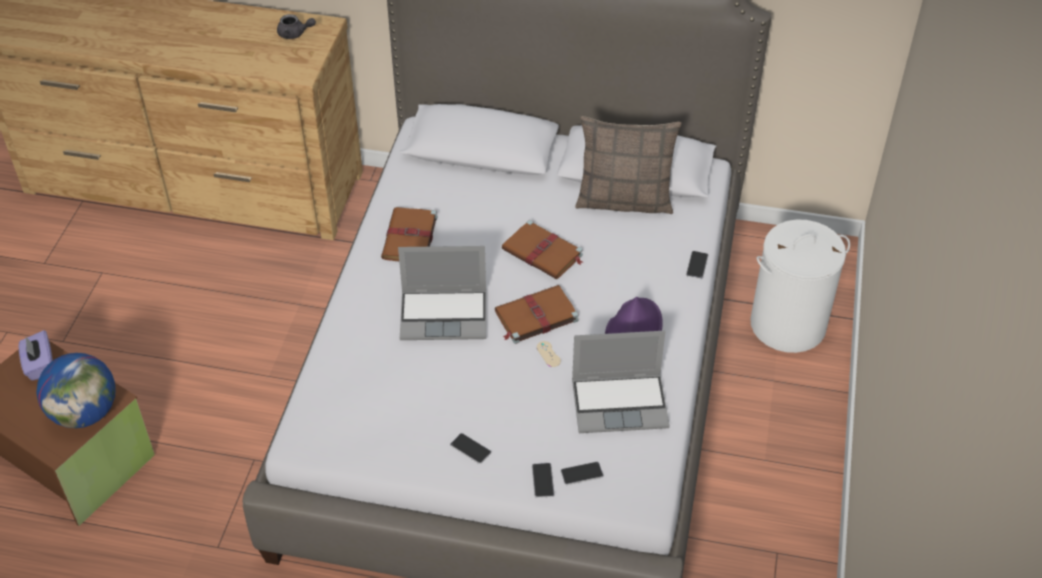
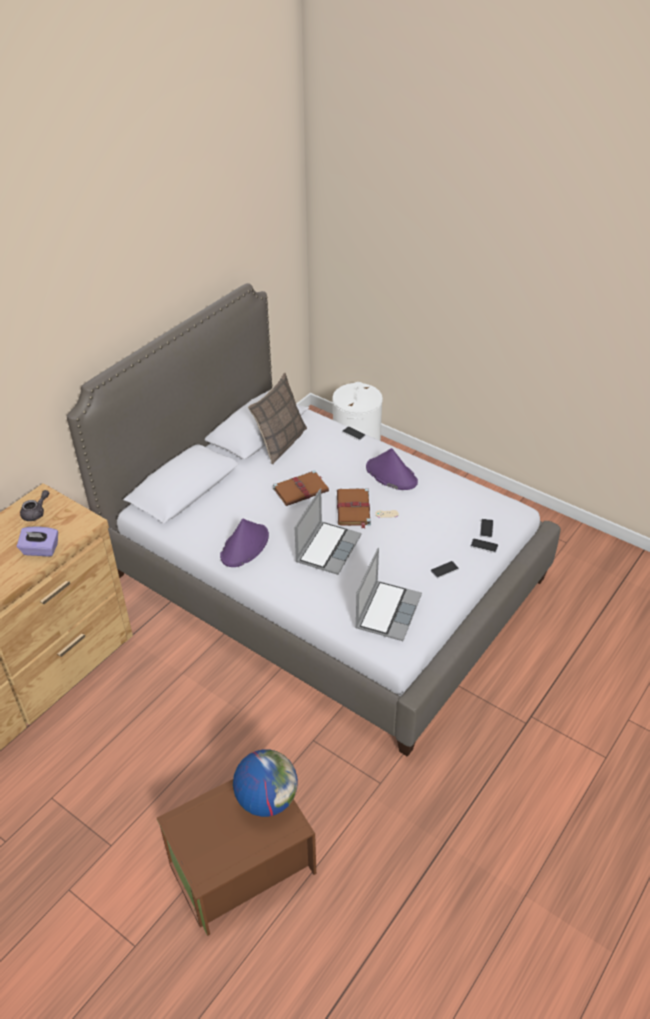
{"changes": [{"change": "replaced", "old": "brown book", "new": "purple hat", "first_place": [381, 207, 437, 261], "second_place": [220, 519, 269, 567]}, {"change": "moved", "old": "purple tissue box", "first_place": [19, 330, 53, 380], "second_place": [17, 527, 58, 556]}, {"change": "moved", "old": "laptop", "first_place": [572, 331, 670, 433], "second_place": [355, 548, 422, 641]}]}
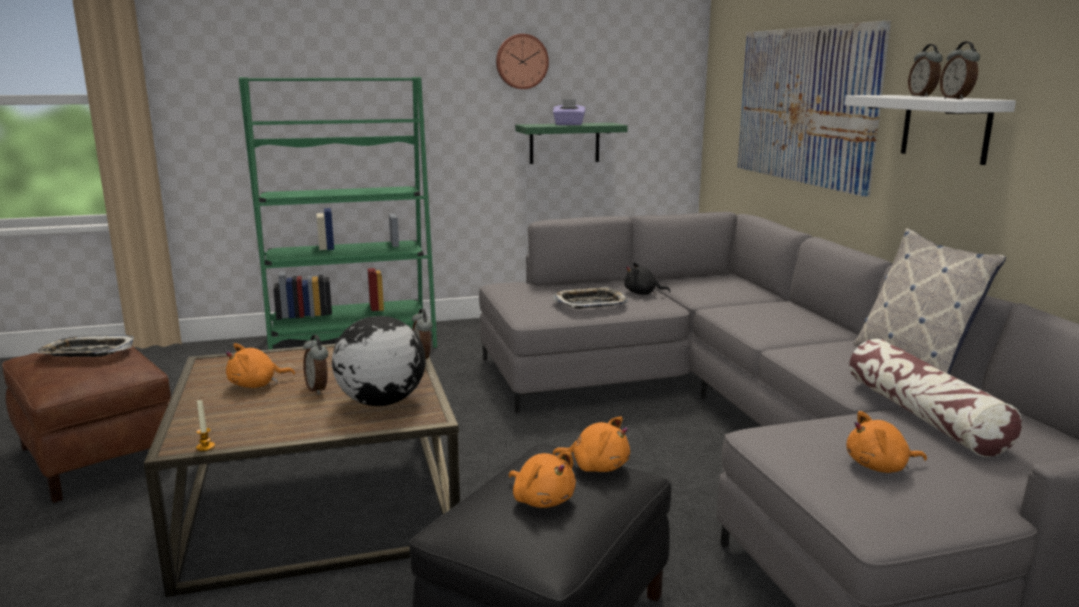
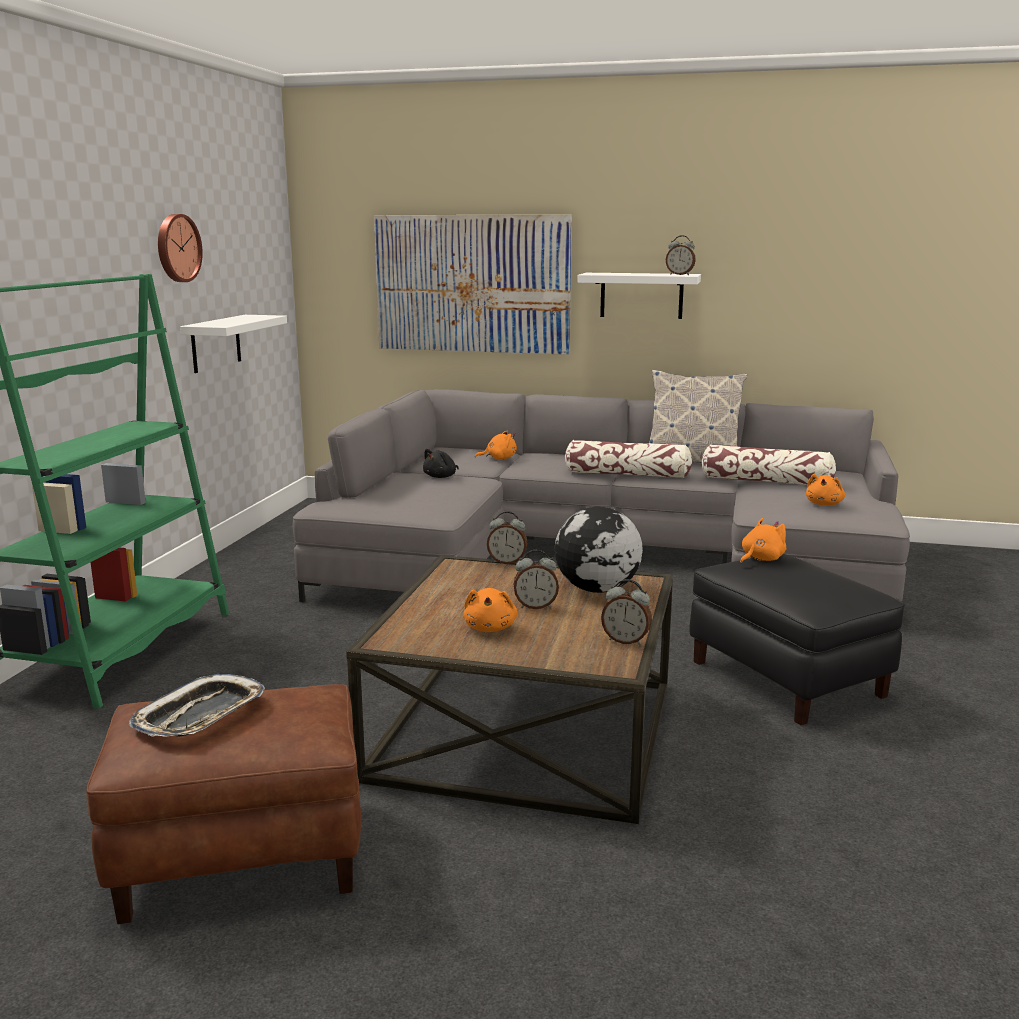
{"changes": [{"change": "moved", "old": "alarm clock", "first_place": [908, 44, 943, 97], "second_place": [601, 579, 652, 645]}, {"change": "removed", "old": "purple tissue box", "first_place": [553, 99, 586, 125]}, {"change": "recoloured", "old": "green shelf", "new": "white shelf", "first_place": [515, 123, 628, 164], "second_place": [180, 315, 287, 373]}, {"change": "removed", "old": "tray", "first_place": [552, 287, 628, 309]}, {"change": "removed", "old": "candle", "first_place": [196, 399, 215, 451]}, {"change": "moved", "old": "orange plush toy", "first_place": [509, 452, 576, 508], "second_place": [475, 430, 517, 459]}, {"change": "added", "new": "pillow", "second_place": [565, 440, 692, 478]}]}
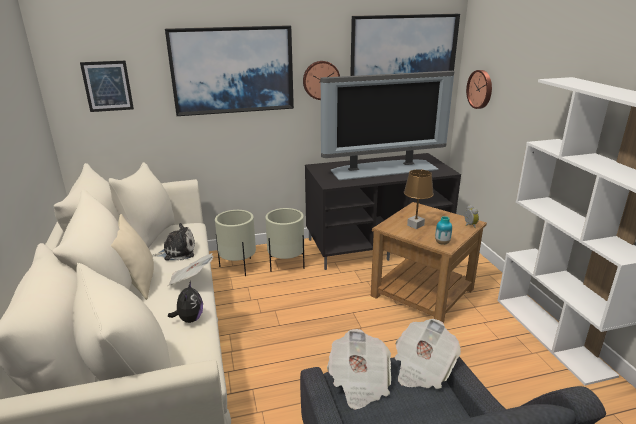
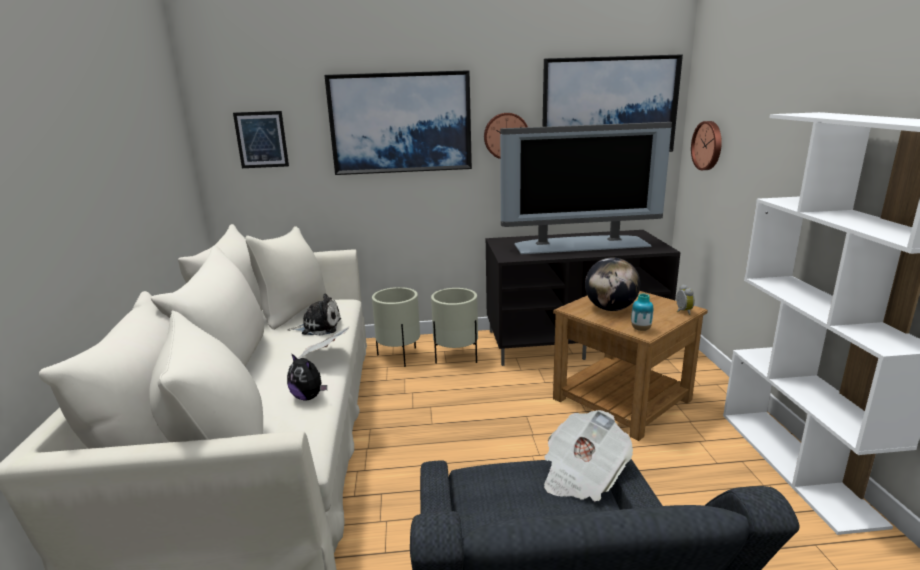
{"changes": [{"change": "replaced", "old": "brown table lamp", "new": "globe", "first_place": [404, 169, 434, 229], "second_place": [585, 257, 640, 311]}, {"change": "removed", "old": "beige pillow", "first_place": [111, 214, 154, 300]}, {"change": "turned", "old": "plush toy", "first_place": [168, 281, 203, 323], "second_place": [287, 353, 327, 401], "degrees": 120}, {"change": "removed", "old": "newspaper", "first_place": [327, 329, 391, 410]}]}
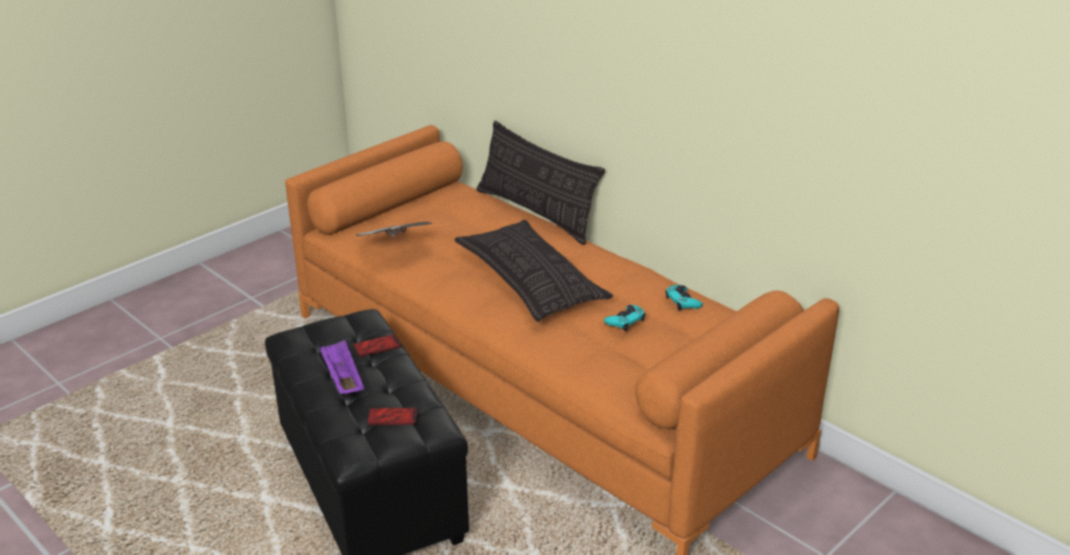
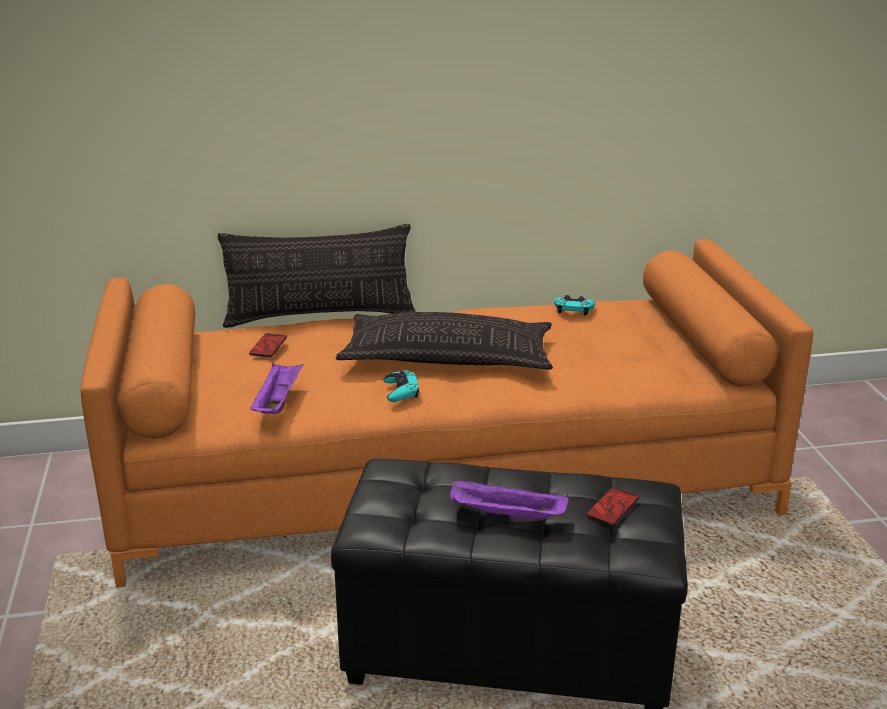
{"changes": [{"change": "replaced", "old": "newspaper", "new": "purple tray", "first_place": [356, 222, 433, 237], "second_place": [250, 363, 303, 414]}, {"change": "moved", "old": "turquoise game controller", "first_place": [604, 305, 645, 331], "second_place": [384, 370, 419, 402]}, {"change": "moved", "old": "phone", "first_place": [353, 334, 401, 357], "second_place": [249, 333, 287, 357]}]}
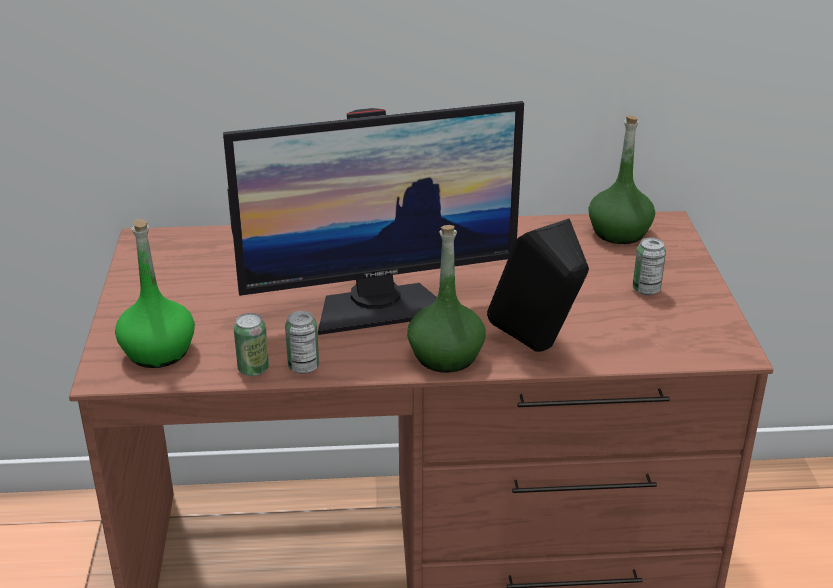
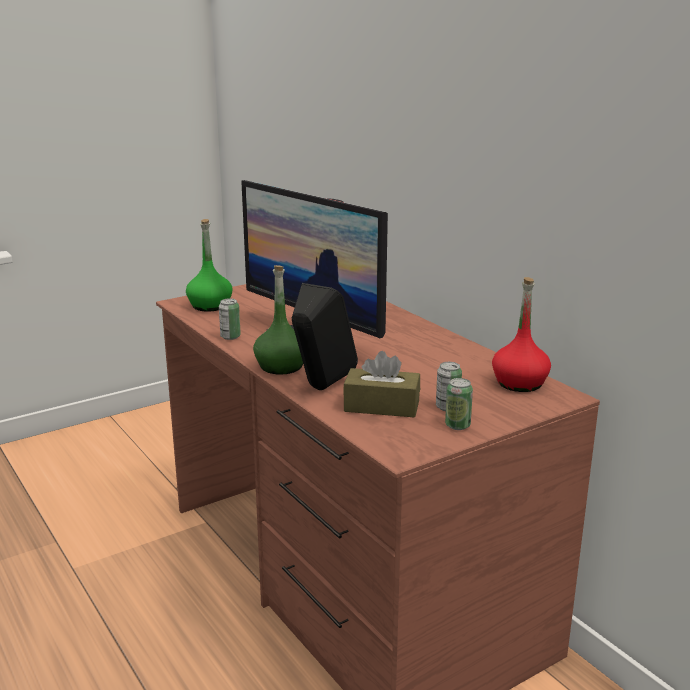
{"changes": [{"change": "recoloured", "old": "green bottle", "new": "red bottle", "first_place": [588, 115, 655, 244], "second_place": [492, 277, 551, 392]}, {"change": "moved", "old": "can", "first_place": [234, 313, 269, 376], "second_place": [445, 378, 473, 430]}, {"change": "added", "new": "brown tissue box", "second_place": [343, 351, 420, 418]}]}
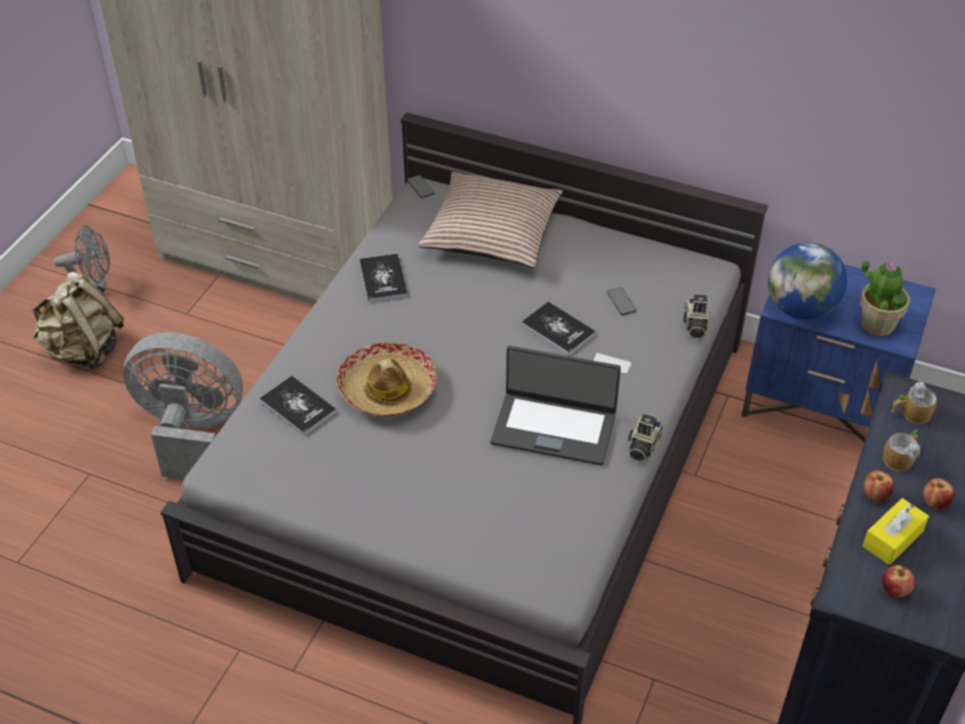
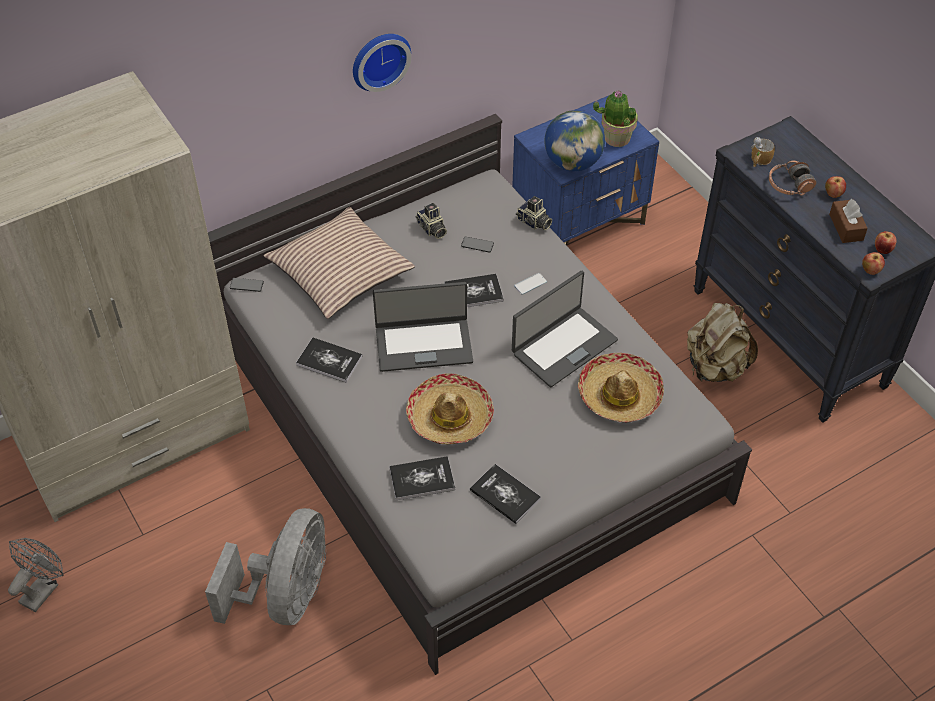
{"changes": [{"change": "moved", "old": "beige backpack", "first_place": [32, 272, 124, 370], "second_place": [687, 303, 758, 382]}, {"change": "turned", "old": "grey fan", "first_place": [123, 332, 243, 479], "second_place": [205, 508, 326, 625], "degrees": 150}, {"change": "moved", "old": "photo camera", "first_place": [628, 414, 663, 462], "second_place": [415, 203, 447, 239]}, {"change": "replaced", "old": "mug", "new": "headphones", "first_place": [883, 429, 920, 471], "second_place": [769, 161, 817, 196]}, {"change": "moved", "old": "apple", "first_place": [863, 471, 894, 502], "second_place": [862, 252, 885, 275]}, {"change": "recoloured", "old": "yellow tissue box", "new": "brown tissue box", "first_place": [863, 498, 929, 565], "second_place": [829, 199, 868, 243]}, {"change": "added", "new": "wall clock", "second_place": [353, 34, 411, 92]}, {"change": "added", "new": "laptop", "second_place": [373, 282, 473, 372]}, {"change": "added", "new": "hat", "second_place": [578, 353, 664, 422]}, {"change": "added", "new": "book", "second_place": [470, 464, 541, 524]}]}
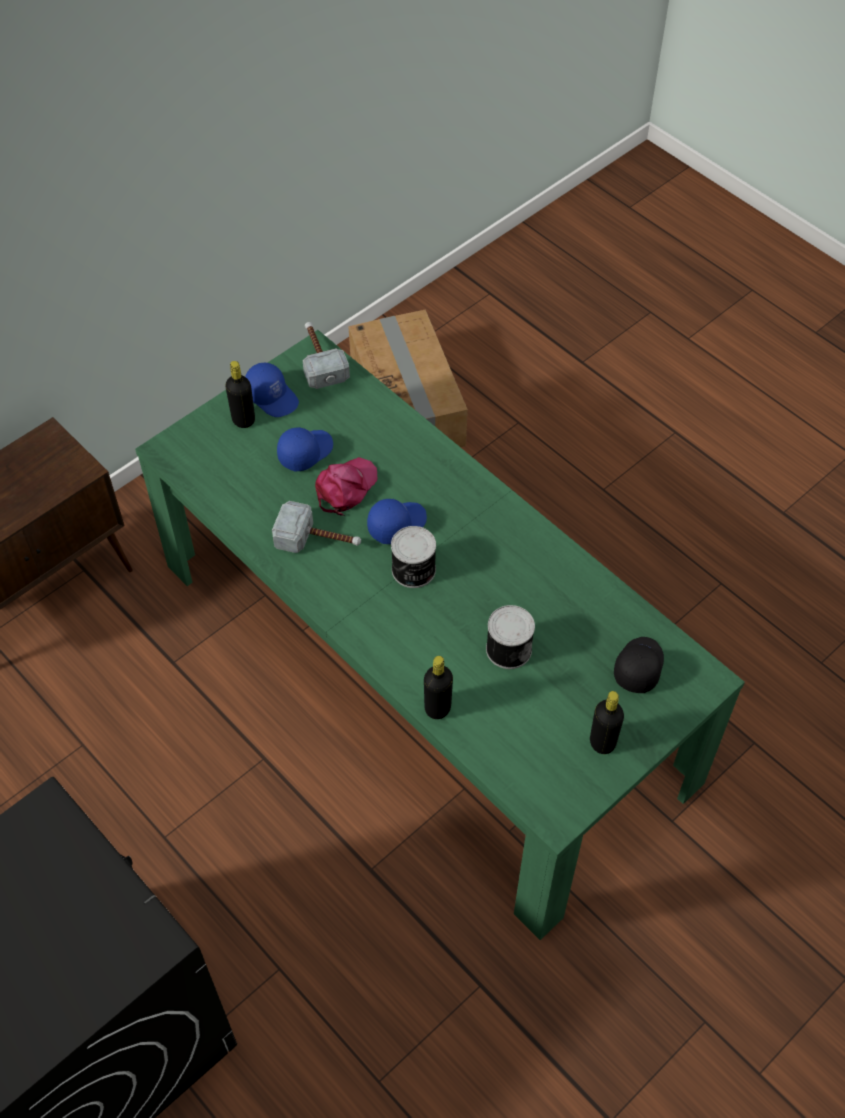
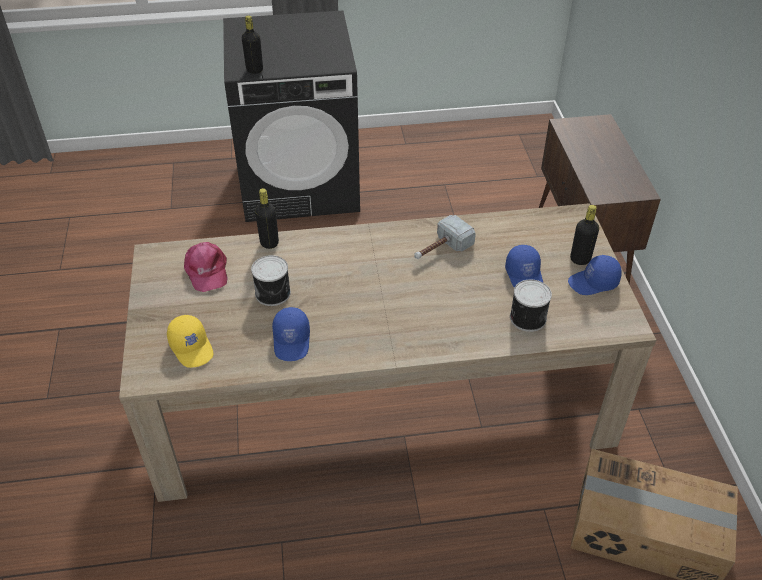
{"changes": [{"change": "removed", "old": "hammer", "first_place": [302, 322, 350, 389]}, {"change": "recoloured", "old": "green dining table", "new": "beige dining table", "first_place": [135, 330, 745, 940], "second_place": [119, 203, 656, 502]}, {"change": "moved", "old": "pink cap", "first_place": [315, 457, 378, 516], "second_place": [184, 242, 228, 292]}, {"change": "moved", "old": "blue cap", "first_place": [367, 499, 427, 544], "second_place": [272, 307, 310, 361]}, {"change": "moved", "old": "can", "first_place": [391, 526, 436, 588], "second_place": [510, 279, 552, 332]}, {"change": "recoloured", "old": "black cap", "new": "yellow cap", "first_place": [614, 637, 664, 693], "second_place": [167, 315, 213, 368]}, {"change": "moved", "old": "black bottle", "first_place": [590, 691, 624, 754], "second_place": [242, 15, 263, 74]}]}
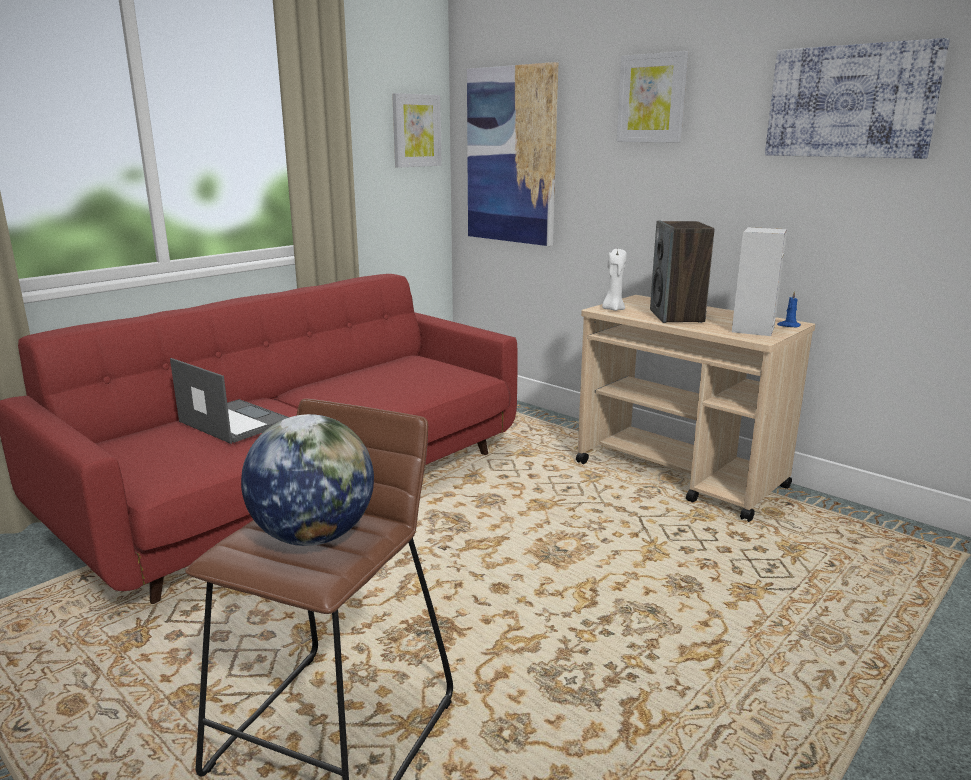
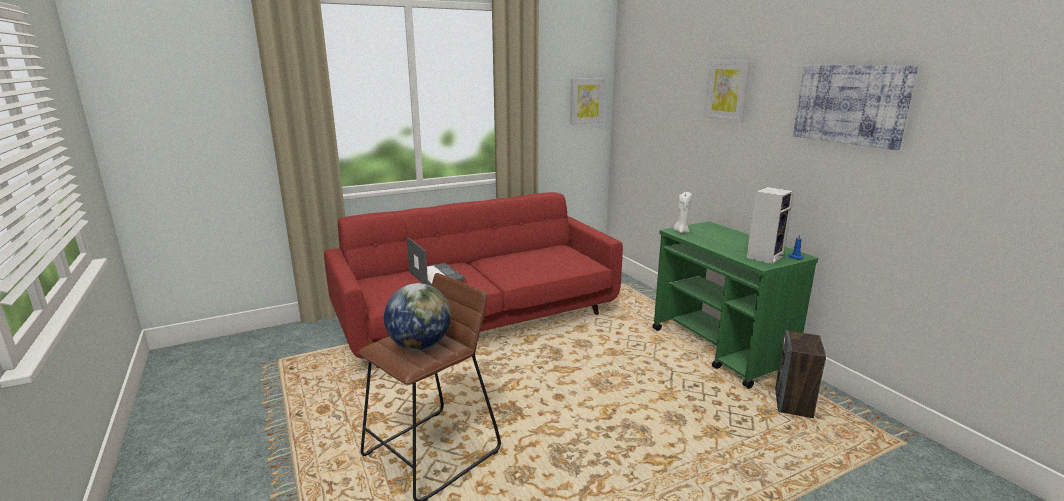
{"changes": [{"change": "removed", "old": "picture", "first_place": [467, 62, 558, 246]}, {"change": "moved", "old": "speaker", "first_place": [650, 221, 715, 323], "second_place": [775, 330, 826, 418]}, {"change": "recoloured", "old": "beige cart", "new": "green cart", "first_place": [576, 295, 815, 522], "second_place": [652, 221, 818, 389]}]}
